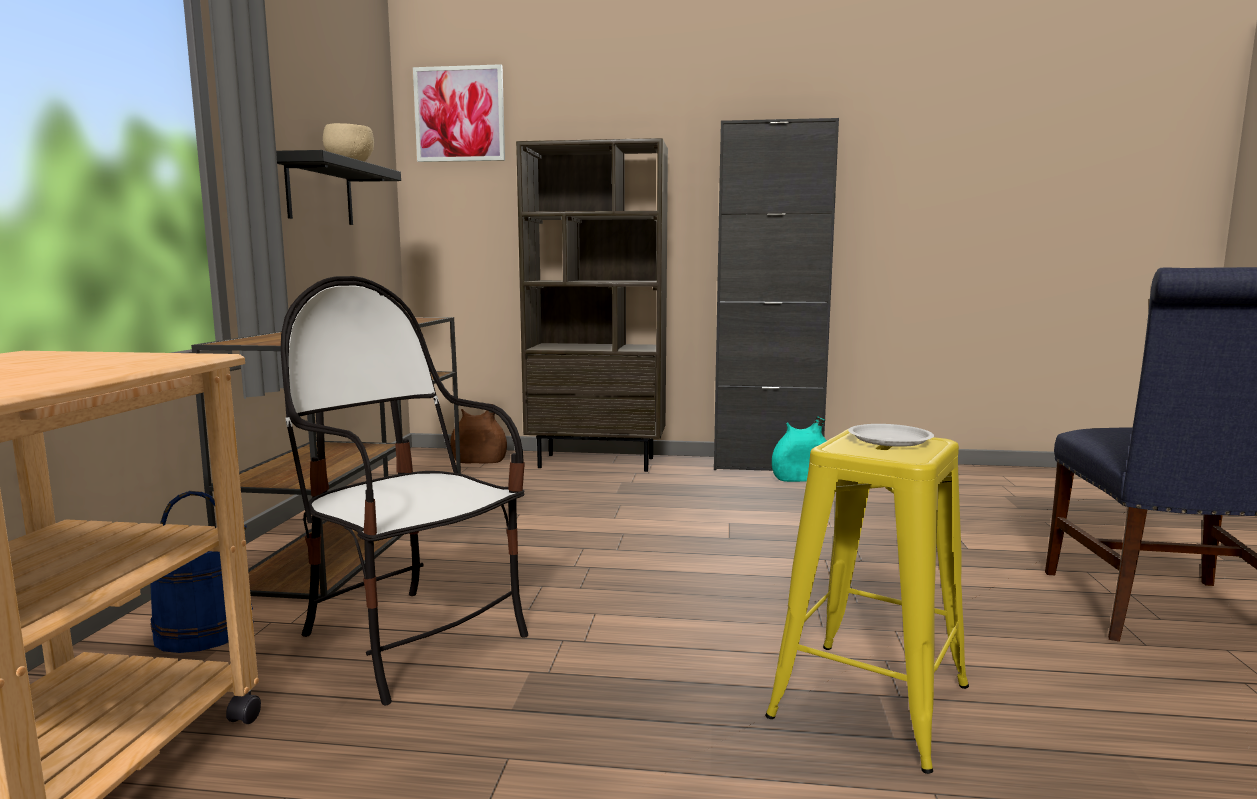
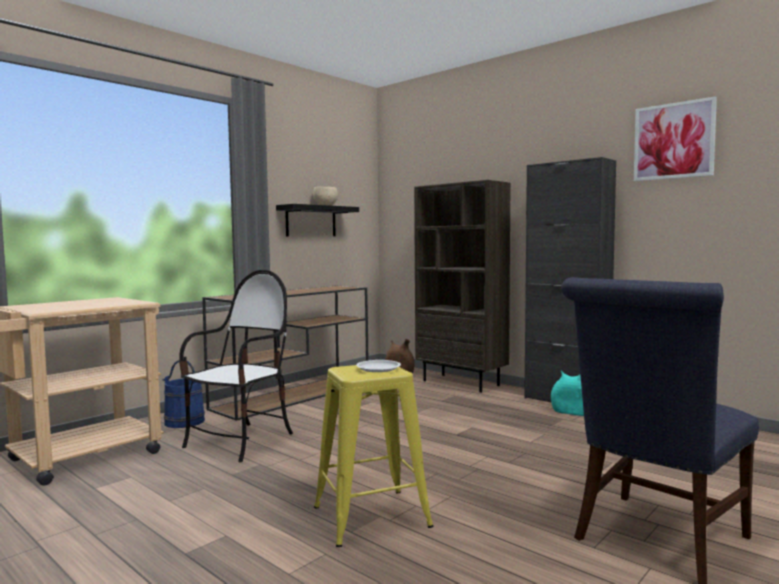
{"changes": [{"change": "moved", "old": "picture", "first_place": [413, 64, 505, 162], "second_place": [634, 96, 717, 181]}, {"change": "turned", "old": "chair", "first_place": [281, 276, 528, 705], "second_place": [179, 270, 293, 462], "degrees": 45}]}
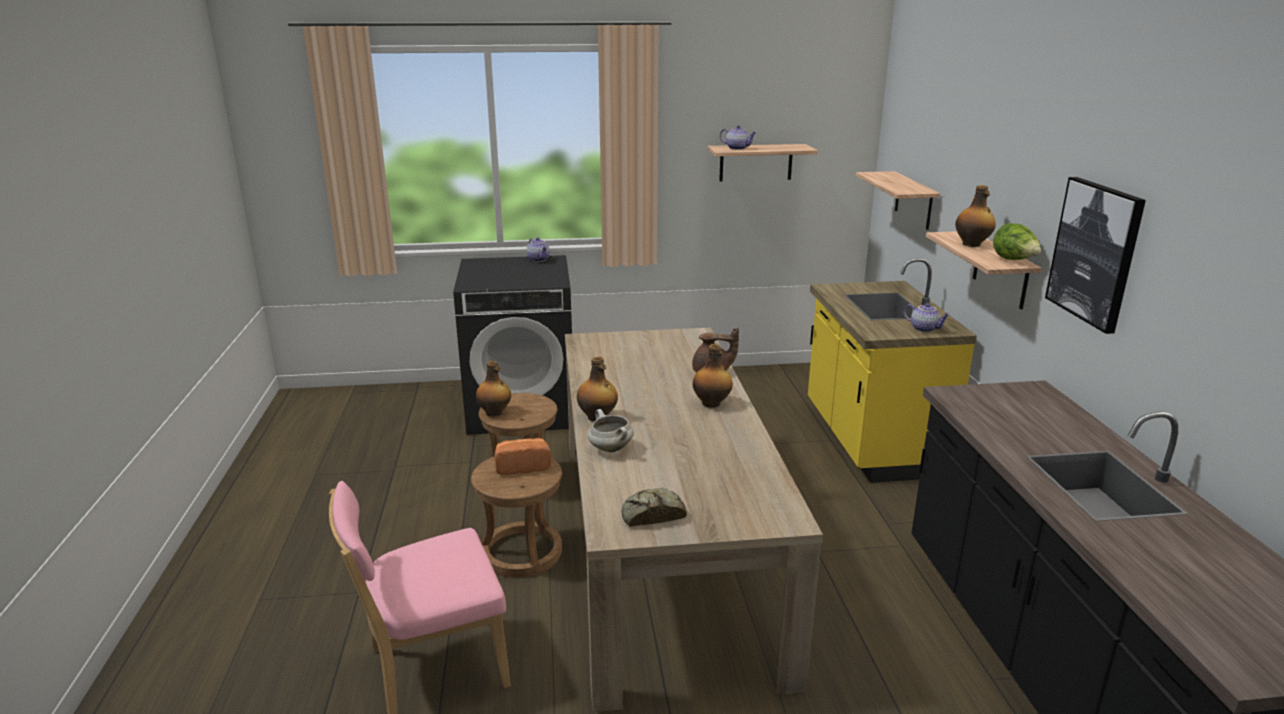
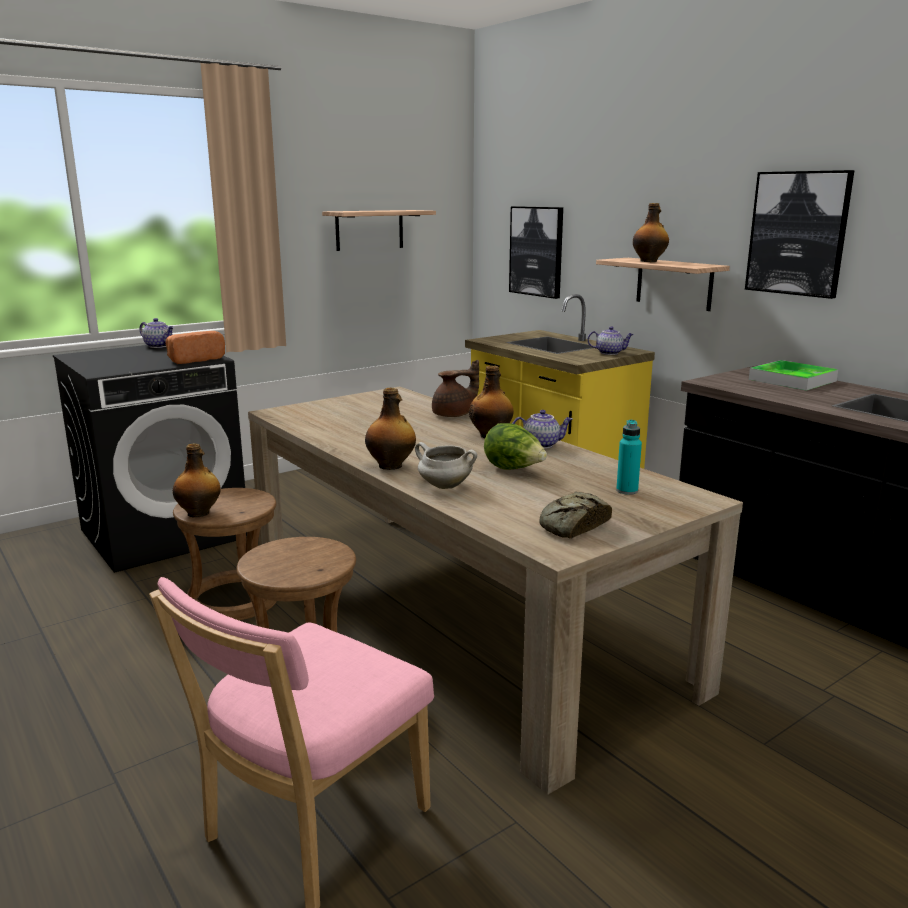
{"changes": [{"change": "moved", "old": "teapot", "first_place": [720, 125, 757, 150], "second_place": [512, 410, 572, 449]}, {"change": "replaced", "old": "shelf", "new": "picture", "first_place": [856, 171, 940, 230], "second_place": [509, 206, 563, 299]}, {"change": "moved", "old": "lettuce", "first_place": [993, 223, 1041, 260], "second_place": [484, 423, 547, 470]}, {"change": "moved", "old": "bread", "first_place": [495, 438, 551, 475], "second_place": [166, 331, 225, 364]}, {"change": "added", "new": "tray", "second_place": [749, 360, 838, 391]}, {"change": "added", "new": "turquoise bottle", "second_place": [616, 420, 642, 495]}]}
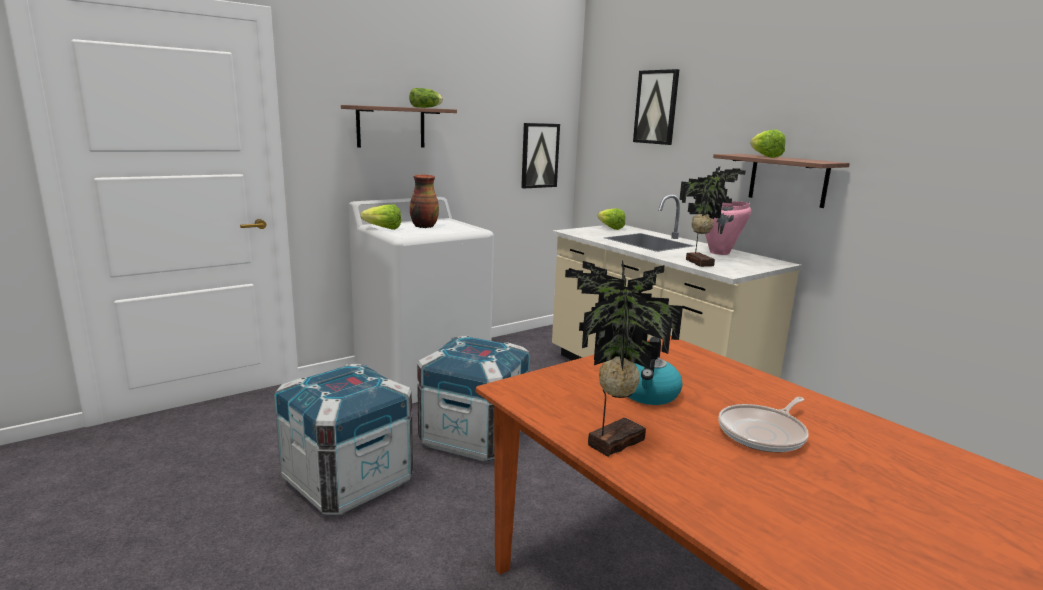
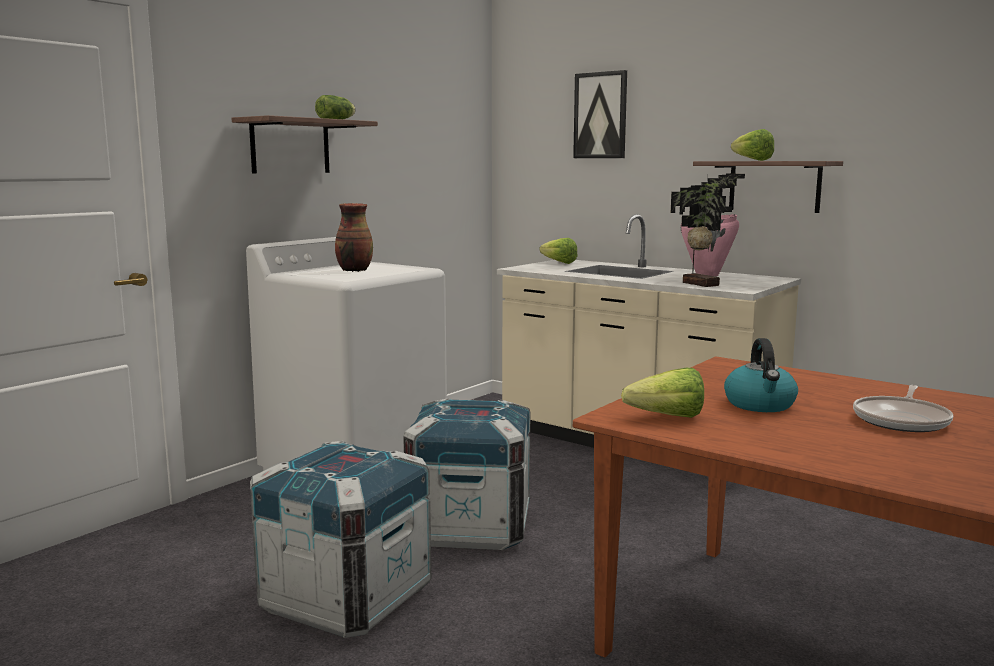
{"changes": [{"change": "removed", "old": "picture", "first_place": [521, 123, 560, 188]}, {"change": "moved", "old": "lettuce", "first_place": [361, 204, 401, 230], "second_place": [621, 368, 704, 418]}, {"change": "removed", "old": "potted plant", "first_place": [565, 260, 683, 457]}]}
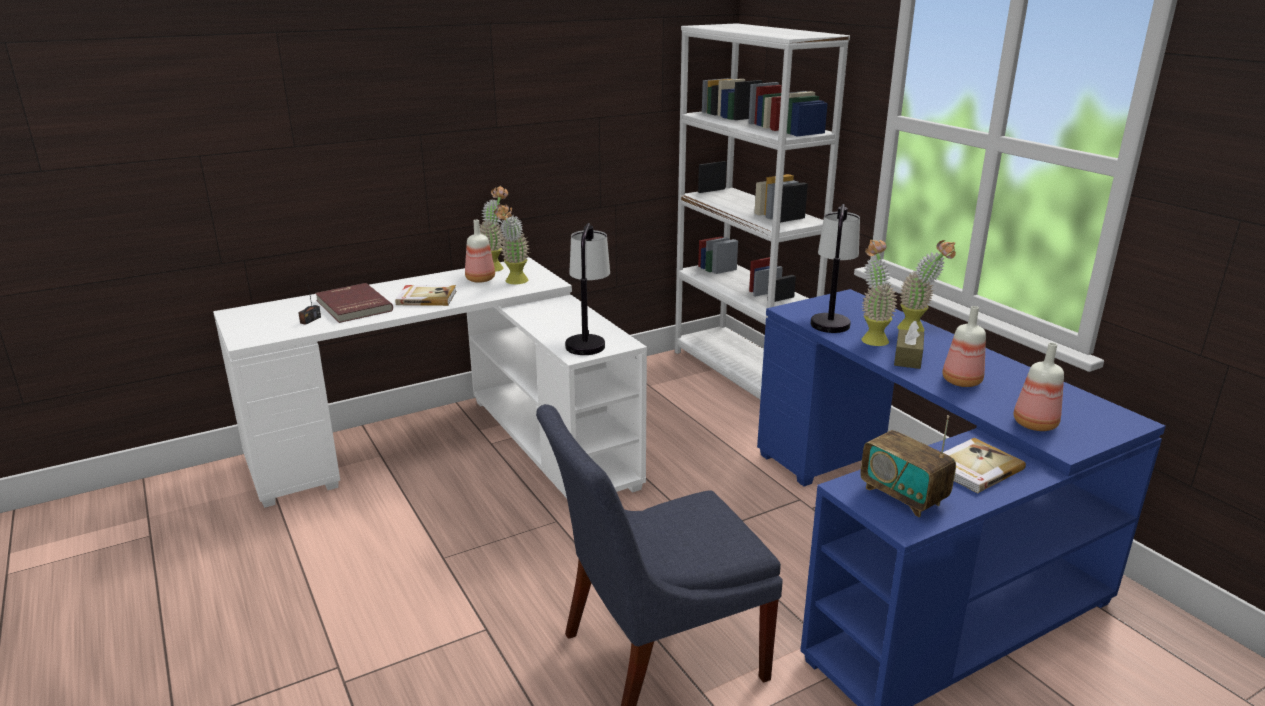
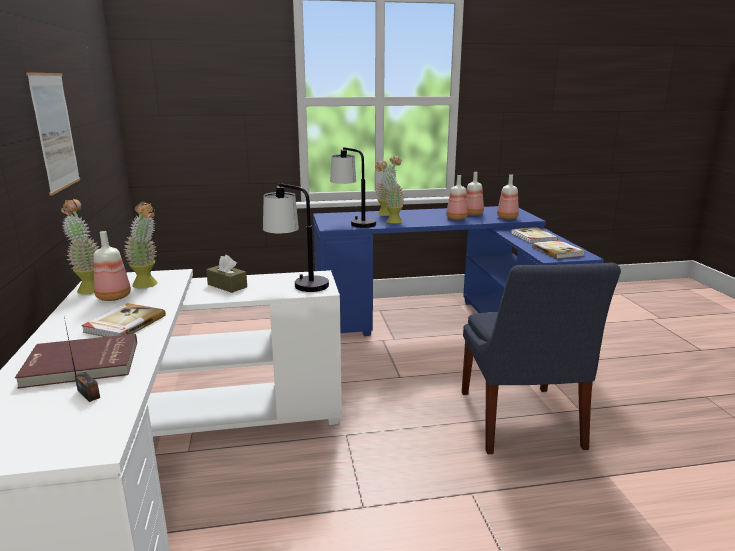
{"changes": [{"change": "removed", "old": "white bookcase", "first_place": [675, 23, 850, 399]}, {"change": "moved", "old": "brown tissue box", "first_place": [894, 321, 924, 369], "second_place": [206, 255, 247, 293]}, {"change": "replaced", "old": "radio", "new": "book", "first_place": [860, 415, 956, 517], "second_place": [532, 240, 585, 259]}, {"change": "added", "new": "picture", "second_place": [26, 72, 80, 196]}, {"change": "added", "new": "bottle", "second_place": [466, 172, 484, 215]}]}
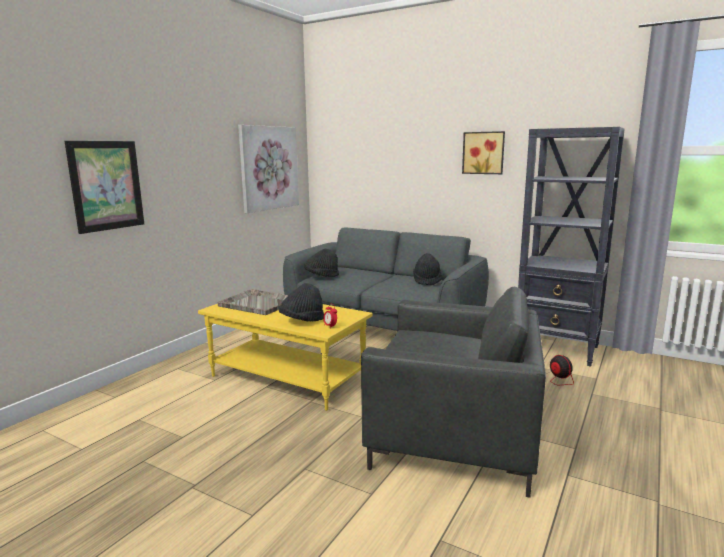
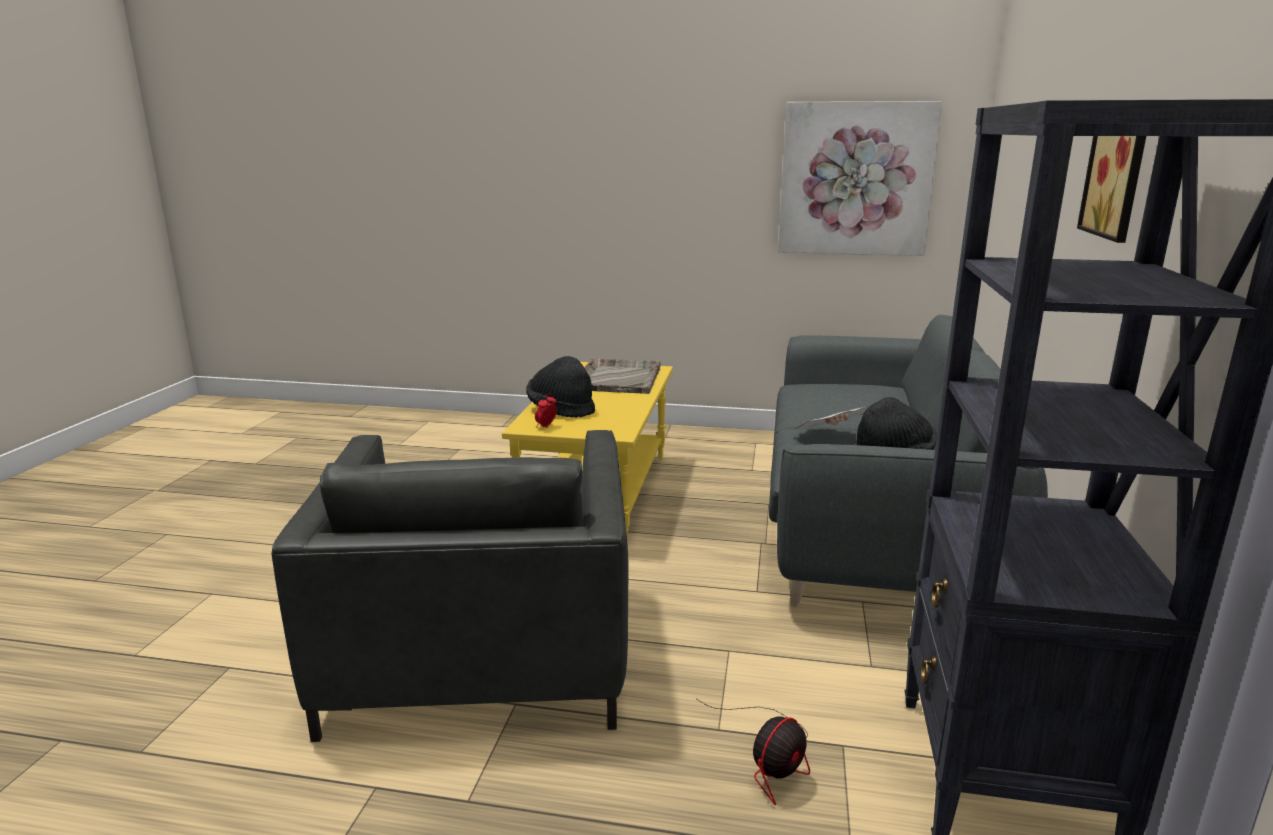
{"changes": [{"change": "removed", "old": "picture", "first_place": [65, 141, 144, 234]}, {"change": "removed", "old": "black hat", "first_place": [304, 249, 339, 277]}, {"change": "added", "new": "newspaper", "second_place": [792, 406, 868, 430]}]}
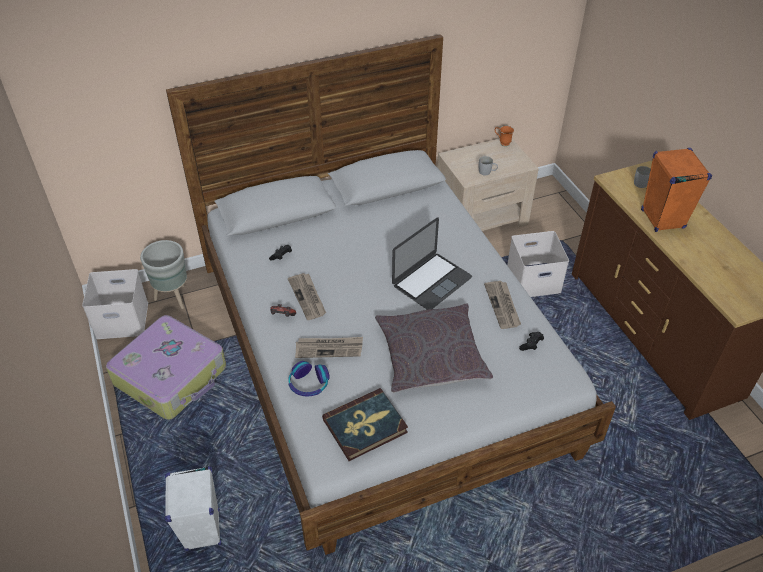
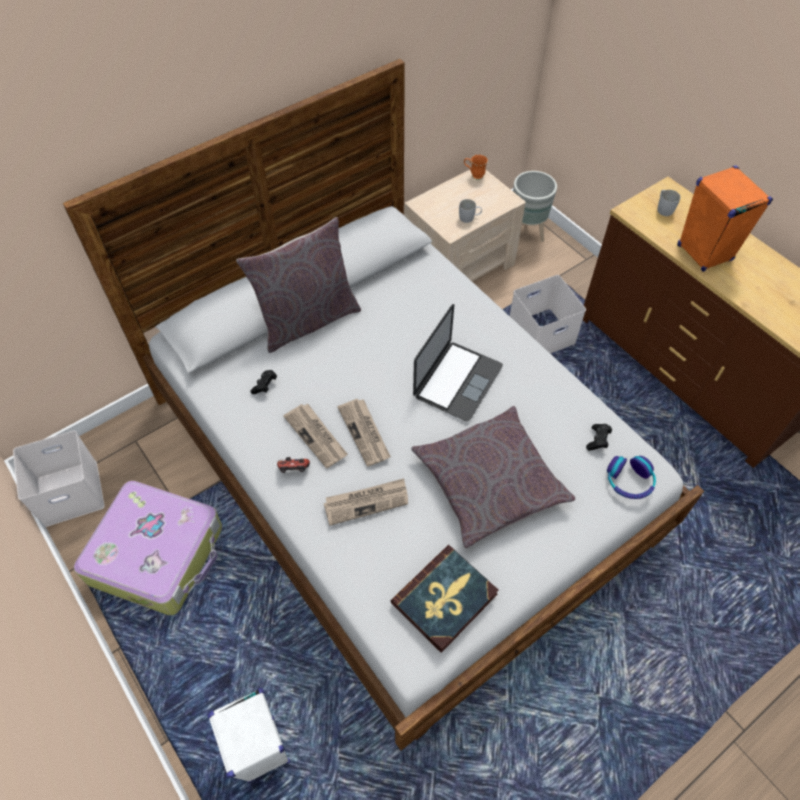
{"changes": [{"change": "moved", "old": "grey planter", "first_place": [140, 240, 187, 309], "second_place": [513, 171, 557, 242]}, {"change": "moved", "old": "newspaper", "first_place": [484, 281, 521, 329], "second_place": [338, 399, 391, 467]}, {"change": "moved", "old": "headphones", "first_place": [288, 361, 330, 397], "second_place": [607, 456, 656, 499]}, {"change": "added", "new": "grey pillow", "second_place": [236, 217, 361, 353]}]}
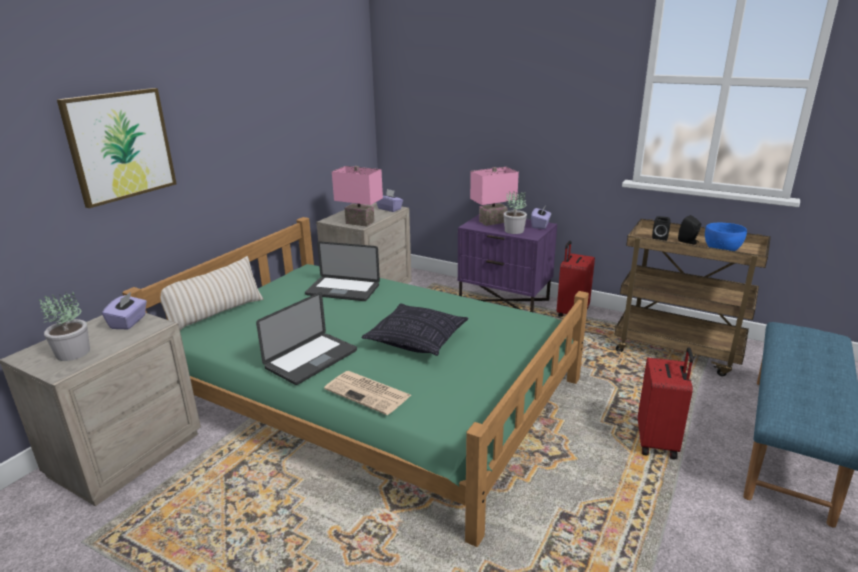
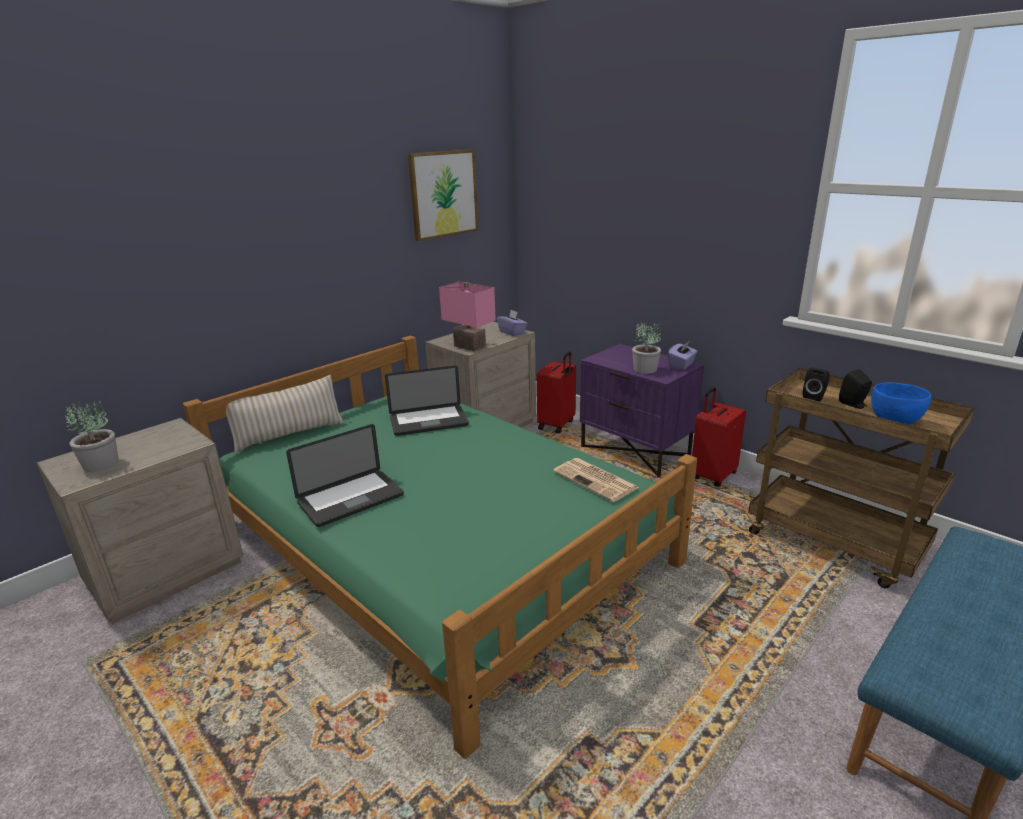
{"changes": [{"change": "moved", "old": "picture", "first_place": [57, 88, 177, 208], "second_place": [408, 149, 478, 241]}, {"change": "removed", "old": "pink table lamp", "first_place": [470, 167, 519, 226]}, {"change": "turned", "old": "laptop", "first_place": [305, 241, 380, 301], "second_place": [385, 366, 469, 436], "degrees": -45}, {"change": "removed", "old": "purple tissue box", "first_place": [102, 292, 147, 329]}, {"change": "removed", "old": "pillow", "first_place": [362, 303, 468, 356]}, {"change": "moved", "old": "red suitcase", "first_place": [638, 347, 694, 460], "second_place": [537, 352, 576, 433]}, {"change": "moved", "old": "newspaper", "first_place": [324, 371, 411, 415], "second_place": [553, 458, 640, 502]}]}
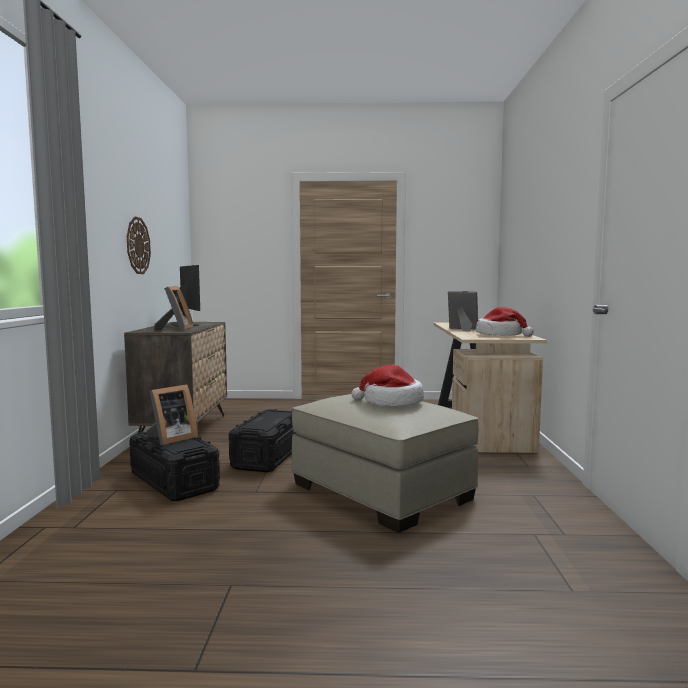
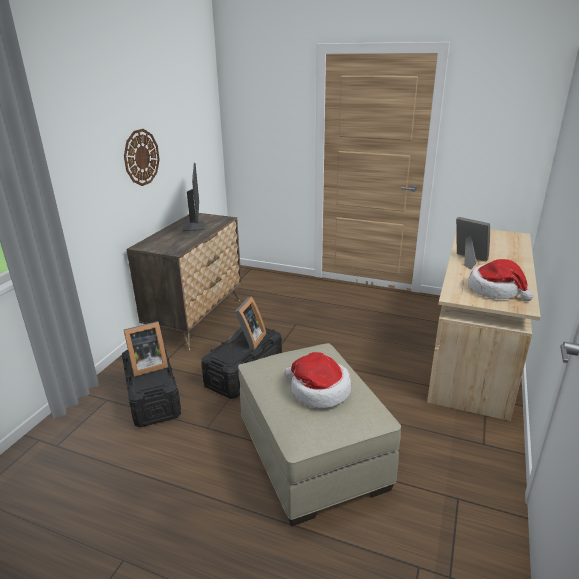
{"changes": [{"change": "moved", "old": "picture frame", "first_place": [153, 286, 193, 331], "second_place": [227, 296, 266, 350]}]}
